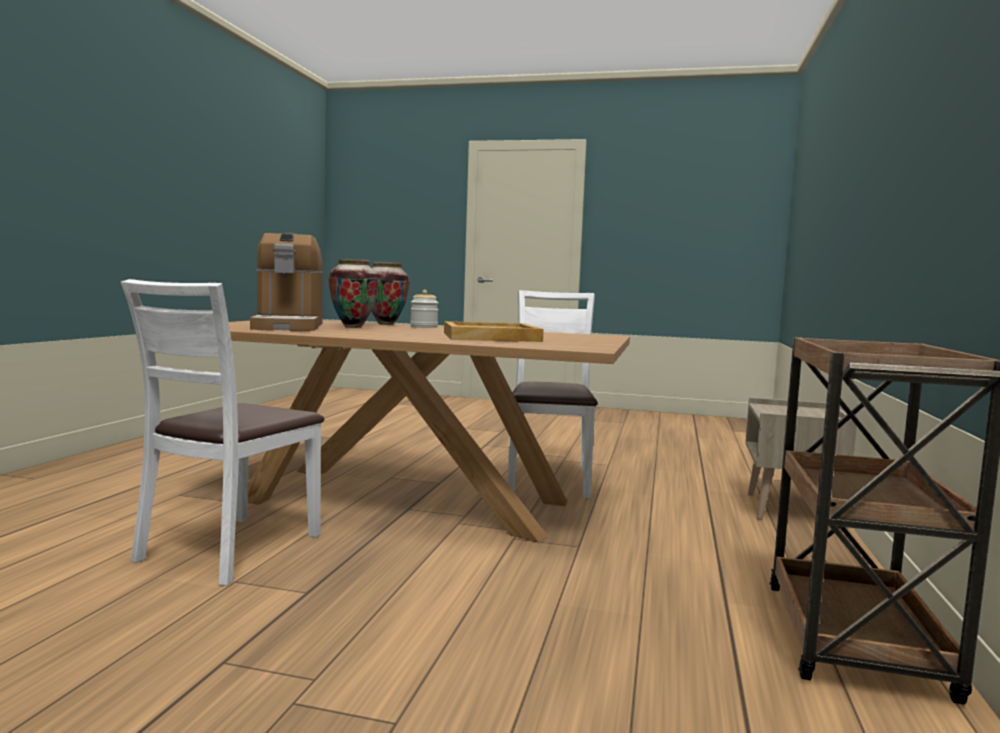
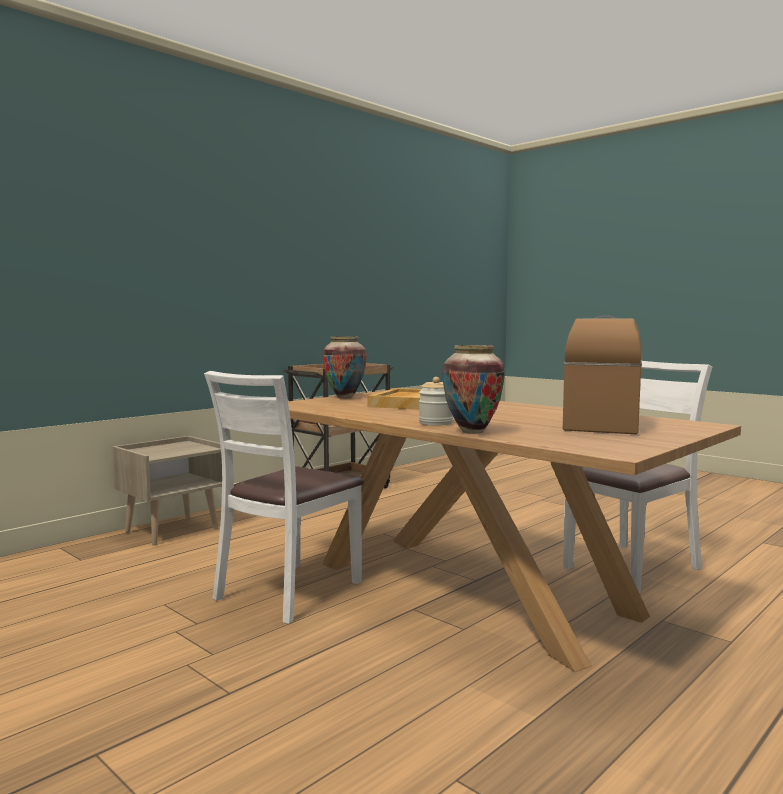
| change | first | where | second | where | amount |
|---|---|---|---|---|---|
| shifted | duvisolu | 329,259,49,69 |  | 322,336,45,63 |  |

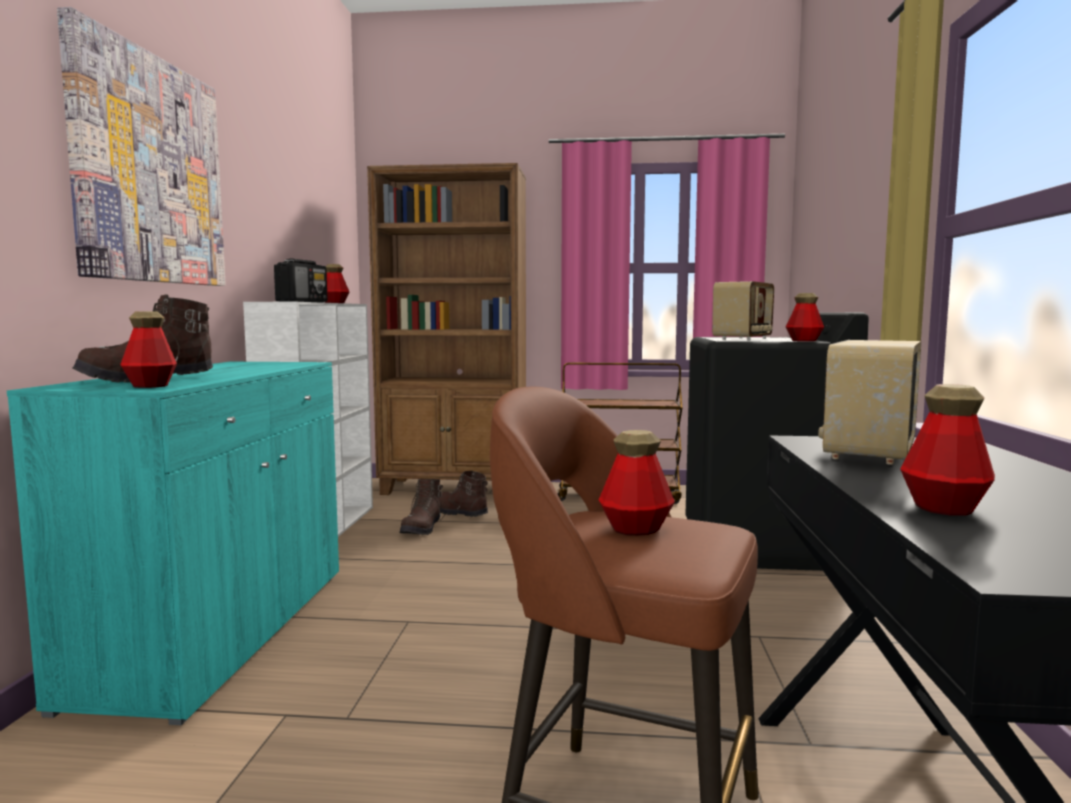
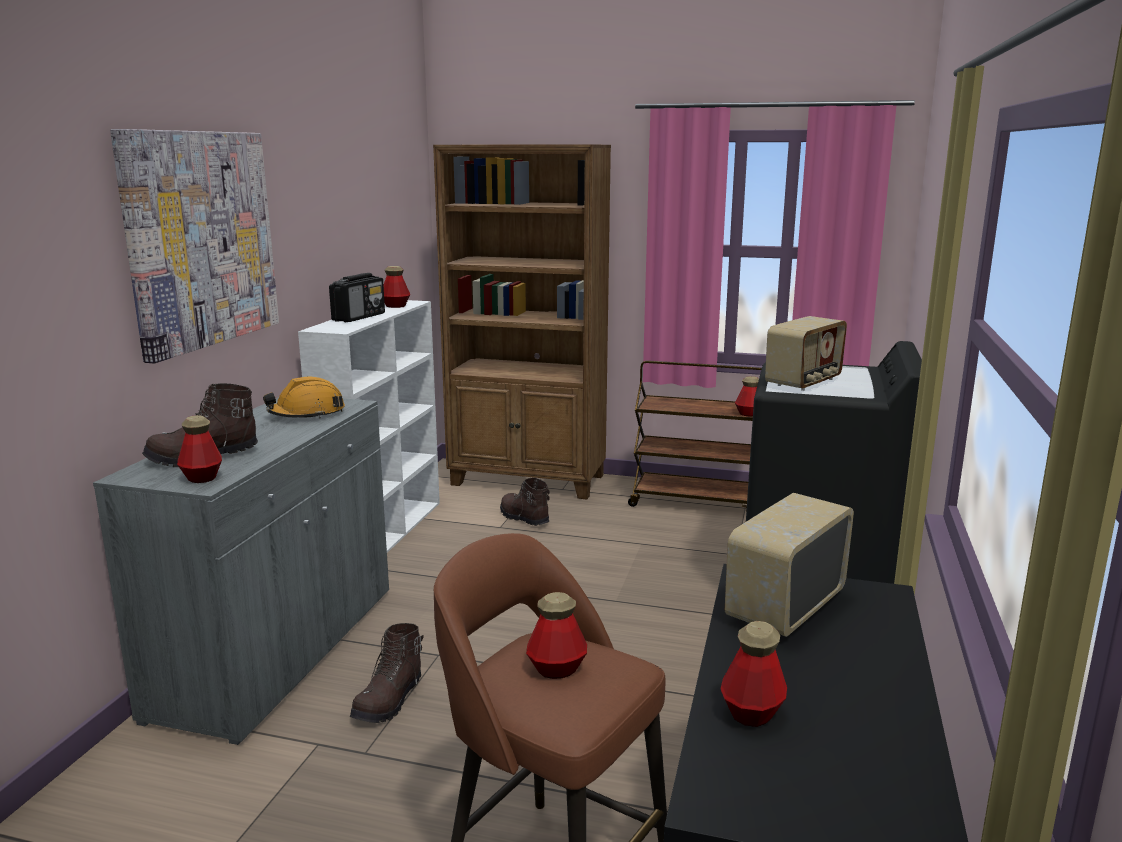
| change | first | where | second | where | amount |
|---|---|---|---|---|---|
| repainted | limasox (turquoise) | 7,362,332,363 | limasox (grey) | 93,397,296,348 |  |
| new |  |  | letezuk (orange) | 263,377,82,41 |  |
| shifted | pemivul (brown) | 399,479,44,56 |  | 350,623,74,100 |  |
| shifted | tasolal | 786,293,38,49 |  | 735,376,24,40 |  |

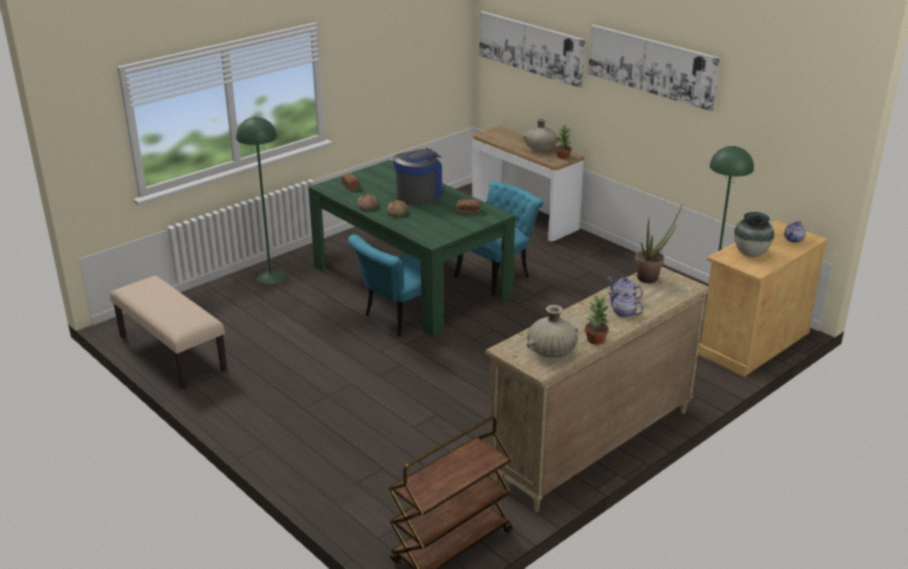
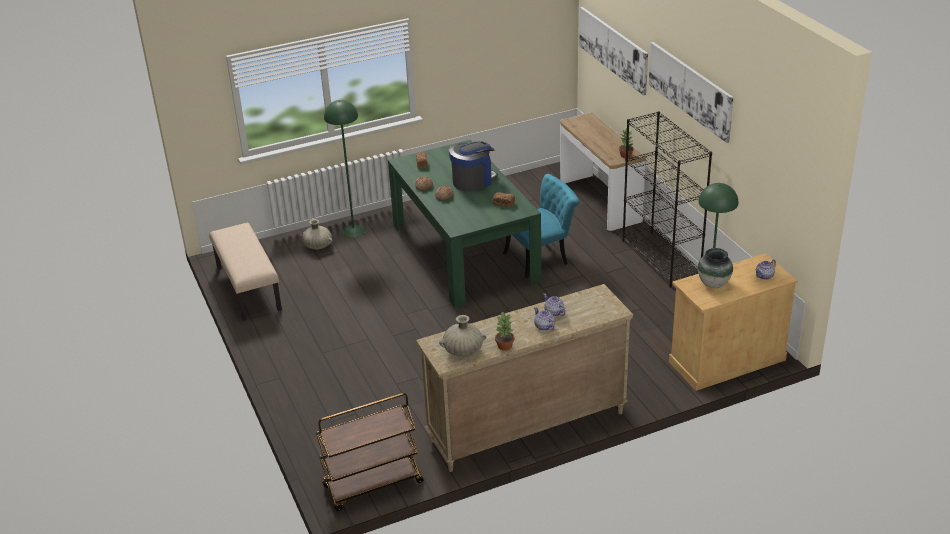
| change | first | where | second | where | amount |
|---|---|---|---|---|---|
| shifted | duvisolu (beige) | 522,117,38,34 |  | 302,219,31,30 |  |
| new |  |  | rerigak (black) | 622,111,90,177 |  |
| gone | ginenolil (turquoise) | 348,234,97,103 |  |  |  |
| gone | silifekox | 635,204,48,79 |  |  |  |

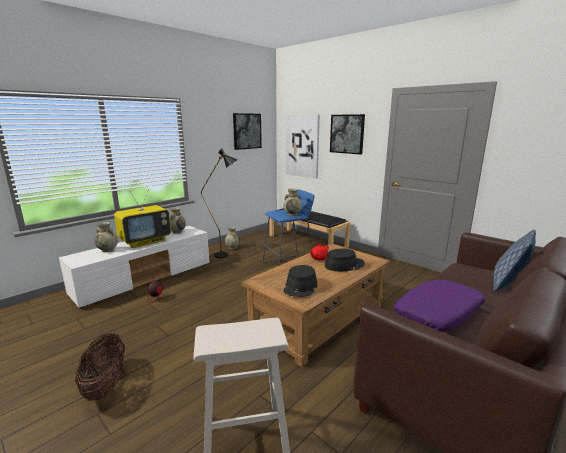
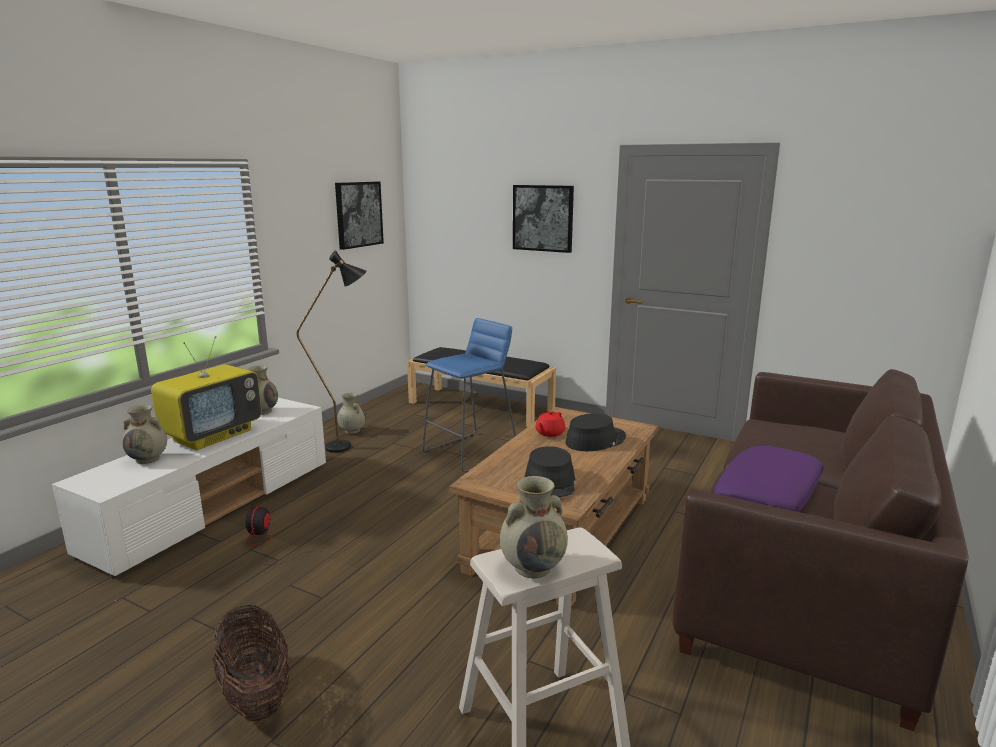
| change | first | where | second | where | amount |
|---|---|---|---|---|---|
| shifted | duvisolu (beige) | 283,189,19,27 |  | 500,476,68,102 |  |
| gone | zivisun | 286,115,34,64 |  |  |  |
| gone | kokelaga | 493,230,43,61 |  |  |  |

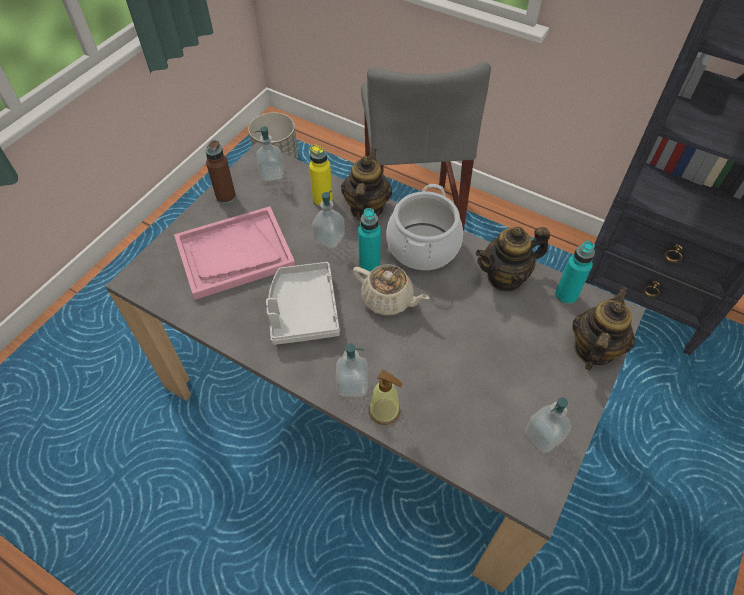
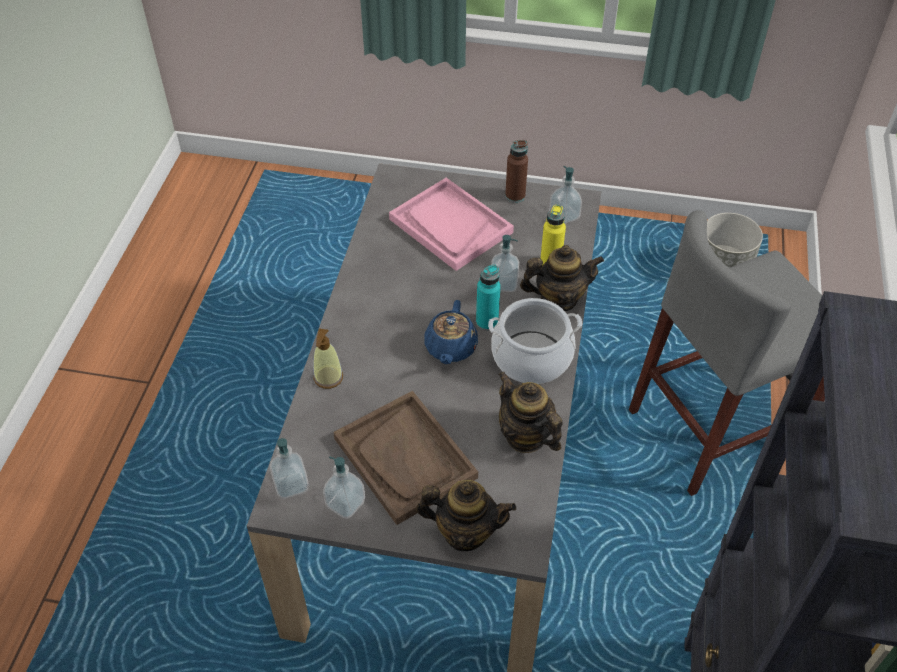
| change | first | where | second | where | amount |
|---|---|---|---|---|---|
| shifted | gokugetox | 336,343,32,53 |  | 270,438,39,61 |  |
| new |  |  | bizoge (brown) | 333,391,145,134 |  |
| repainted | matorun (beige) | 353,264,77,51 | matorun (blue) | 424,300,54,64 |  |
| gone | bizoge (grey) | 266,262,74,83 |  |  |  |
| gone | tasolal (turquoise) | 555,241,40,64 |  |  |  |

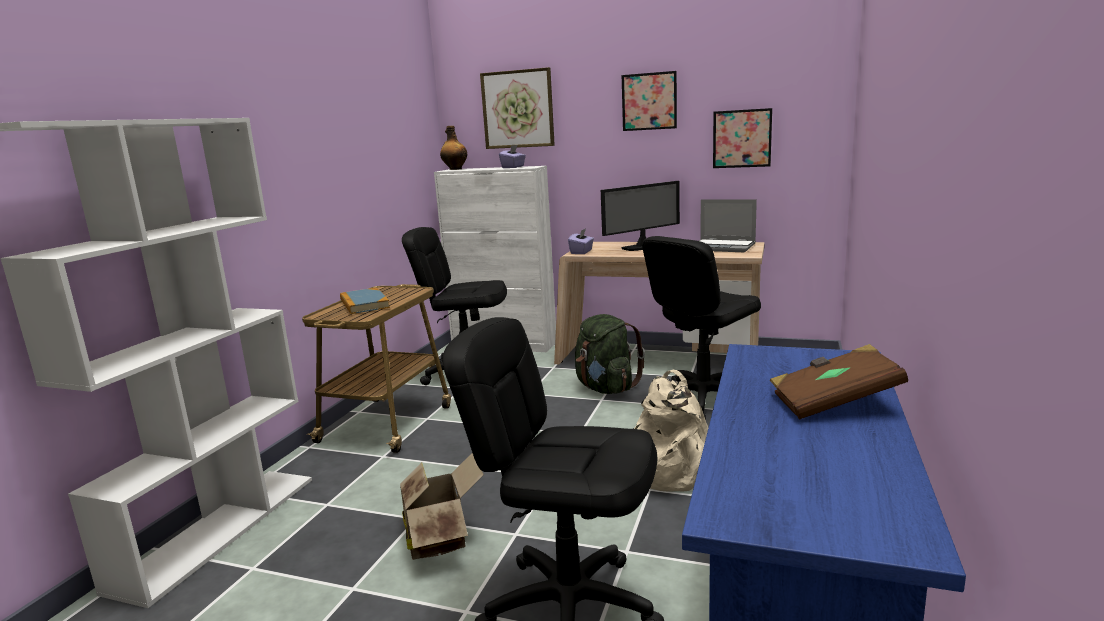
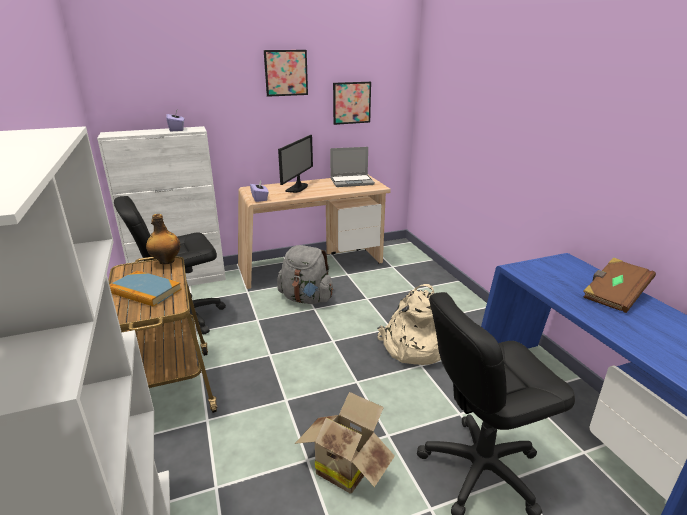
| change | first | where | second | where | amount |
|---|---|---|---|---|---|
| shifted | tasolal | 440,126,27,44 |  | 146,214,34,50 |  |
| repainted | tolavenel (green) | 575,314,70,80 | tolavenel (grey) | 277,245,56,59 |  |
| gone | zivisun | 480,67,75,82 |  |  |  |
| gone | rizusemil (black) | 642,236,119,184 |  |  |  |

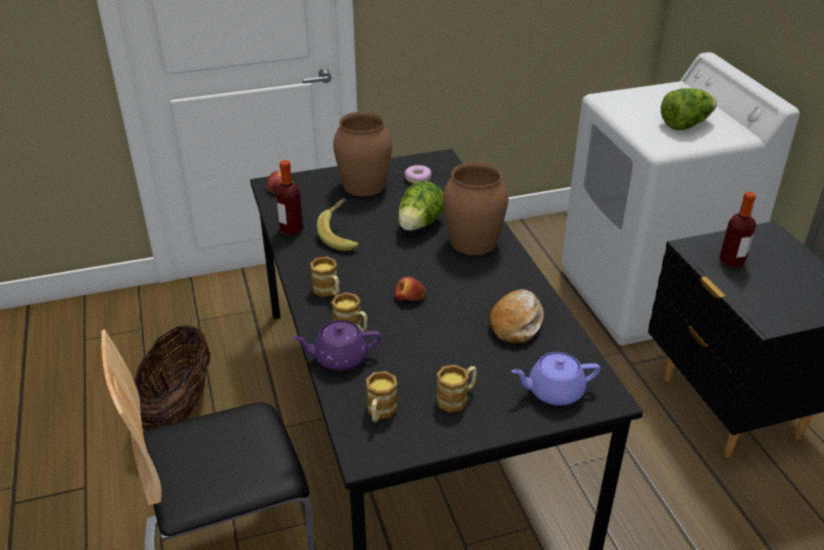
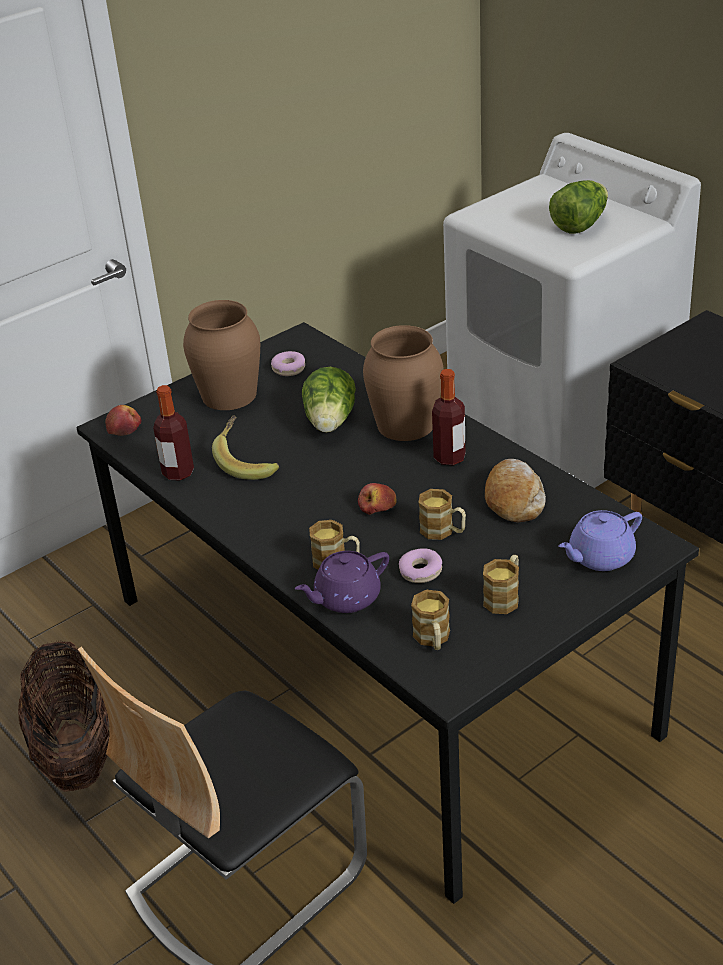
| change | first | where | second | where | amount |
|---|---|---|---|---|---|
| new |  |  | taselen | 399,548,43,35 |  |
| shifted | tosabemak | 310,256,29,41 |  | 418,489,48,51 |  |
| shifted | tasolal | 719,192,37,76 |  | 432,369,33,96 |  |

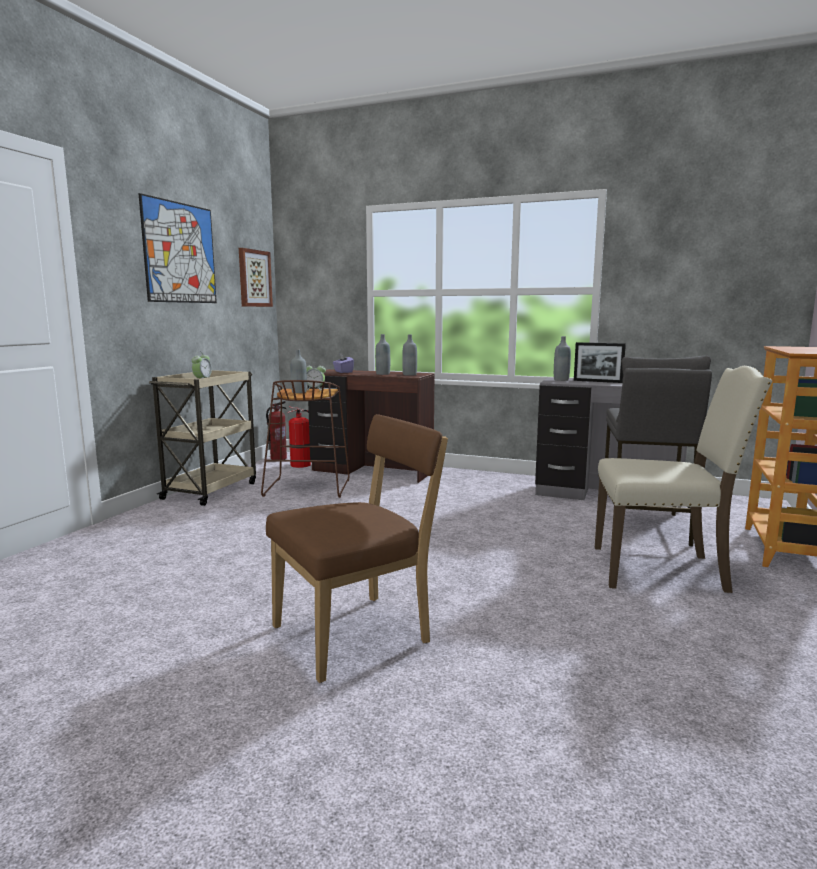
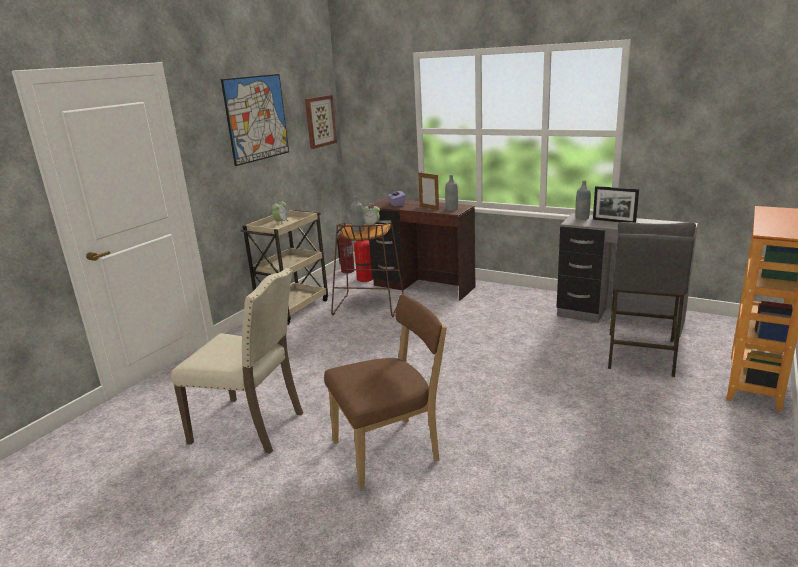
| change | first | where | second | where | amount |
|---|---|---|---|---|---|
| shifted | ginenolil (beige) | 595,366,178,227 |  | 170,268,133,186 |  |
| swapped | tasolal (grey) | 375,334,15,41 | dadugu | 418,172,21,38 |  |

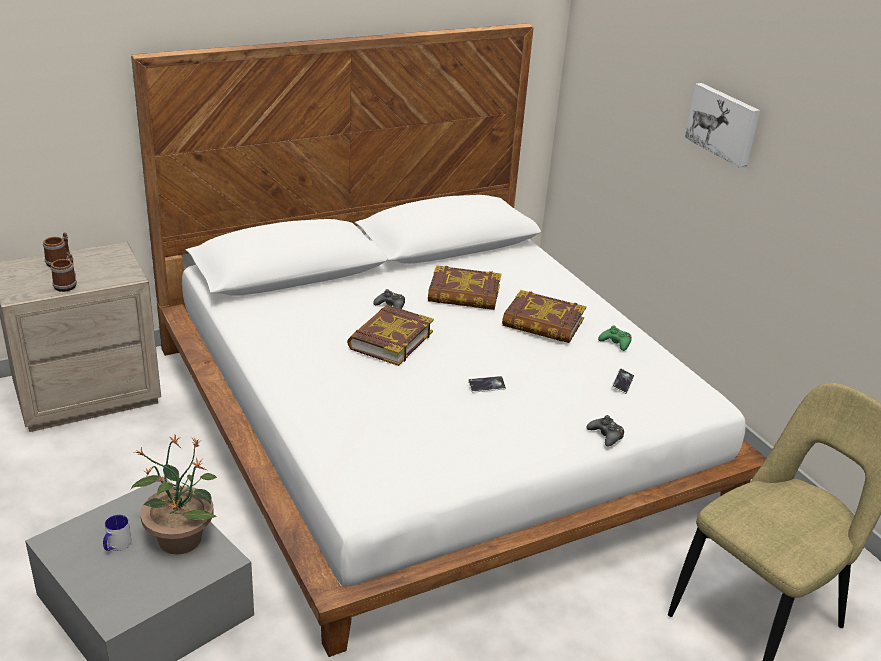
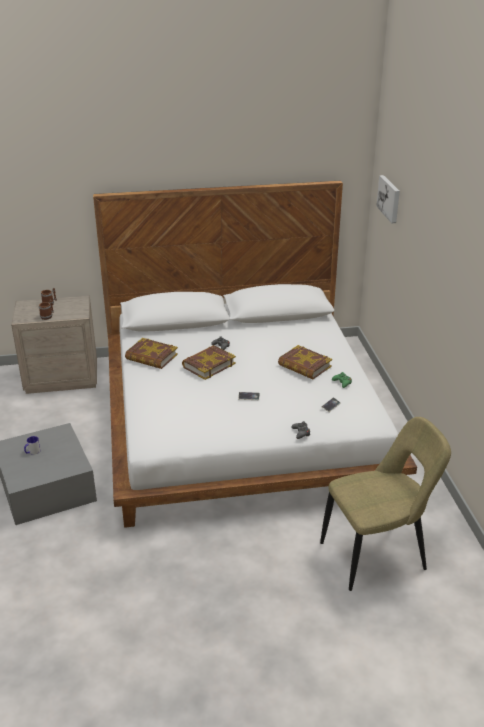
| change | first | where | second | where | amount |
|---|---|---|---|---|---|
| shifted | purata | 428,265,73,45 |  | 125,338,53,31 |  |
| shifted | zivisun | 685,83,75,85 |  | 376,175,24,48 |  |
| gone | silifekox | 131,435,86,119 |  |  |  |

